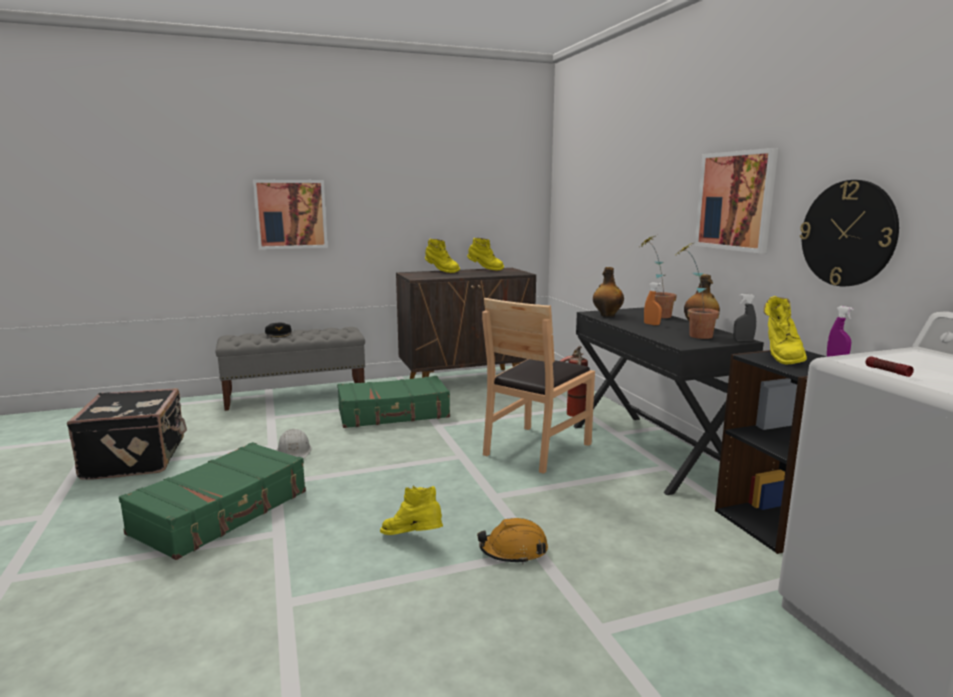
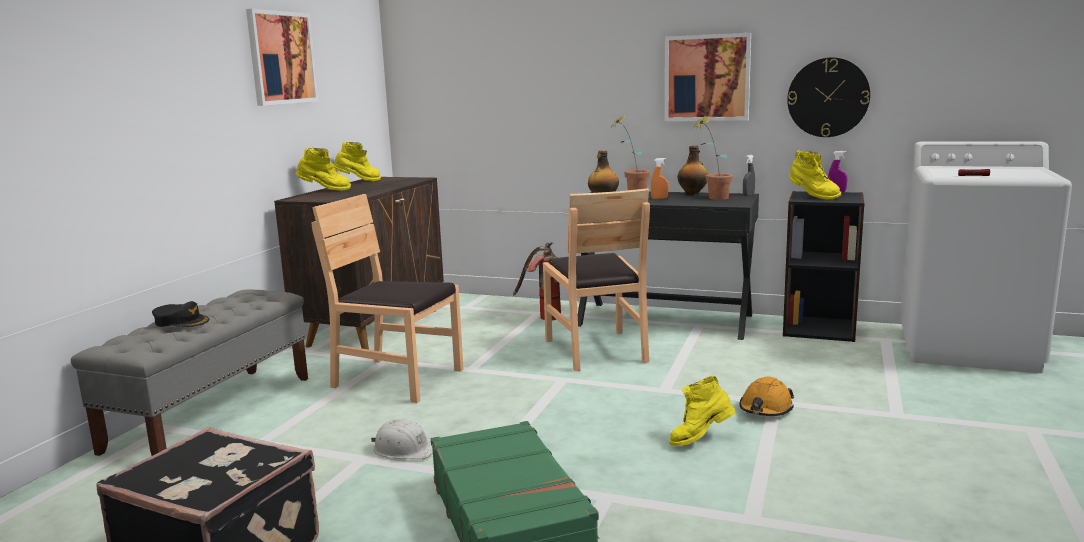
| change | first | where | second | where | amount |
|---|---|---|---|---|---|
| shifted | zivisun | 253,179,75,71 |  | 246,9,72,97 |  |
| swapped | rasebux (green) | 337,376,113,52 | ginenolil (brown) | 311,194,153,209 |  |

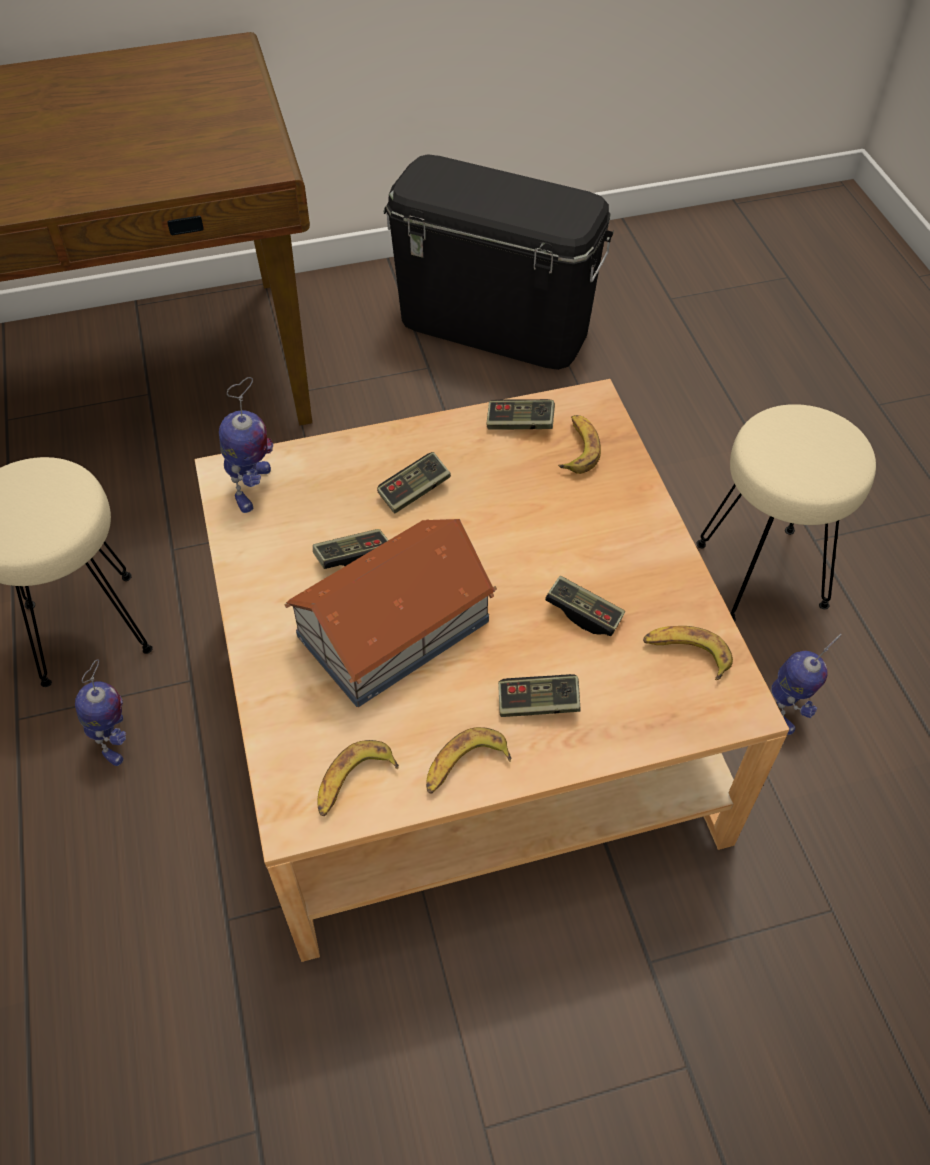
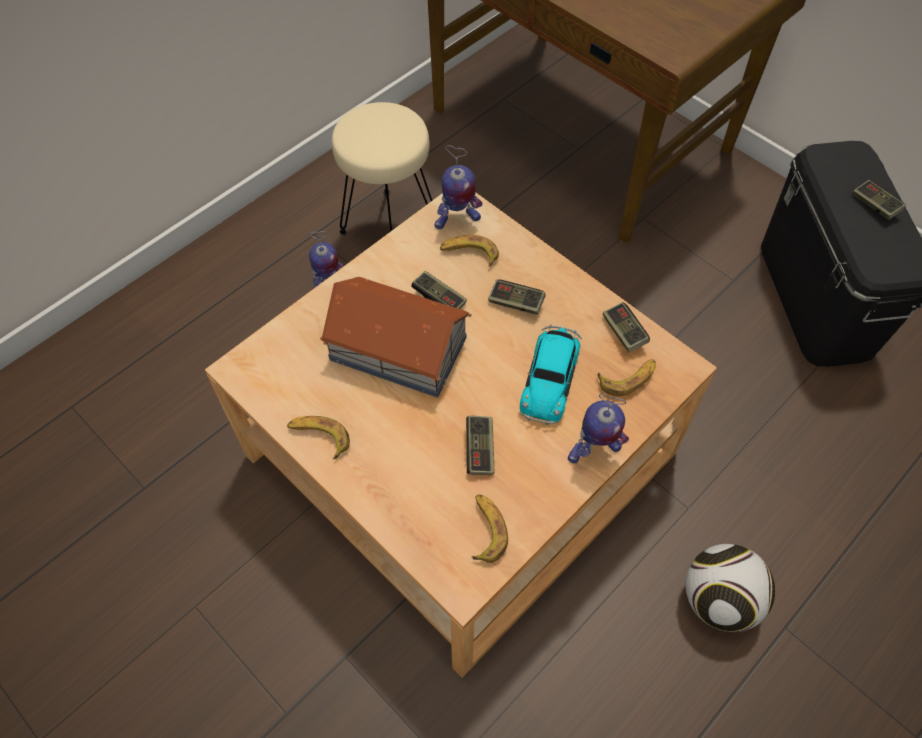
| change | first | where | second | where | amount |
|---|---|---|---|---|---|
| shifted | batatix | 317,740,82,76 |  | 440,235,59,32 |  |
| new |  |  | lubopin | 520,324,62,101 |  |
| shifted | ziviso | 771,634,71,101 |  | 568,394,61,70 |  |
| swapped | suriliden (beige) | 696,404,180,218 | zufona | 685,544,90,88 |  |
| shifted | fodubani | 498,674,83,43 |  | 853,180,53,40 |  |

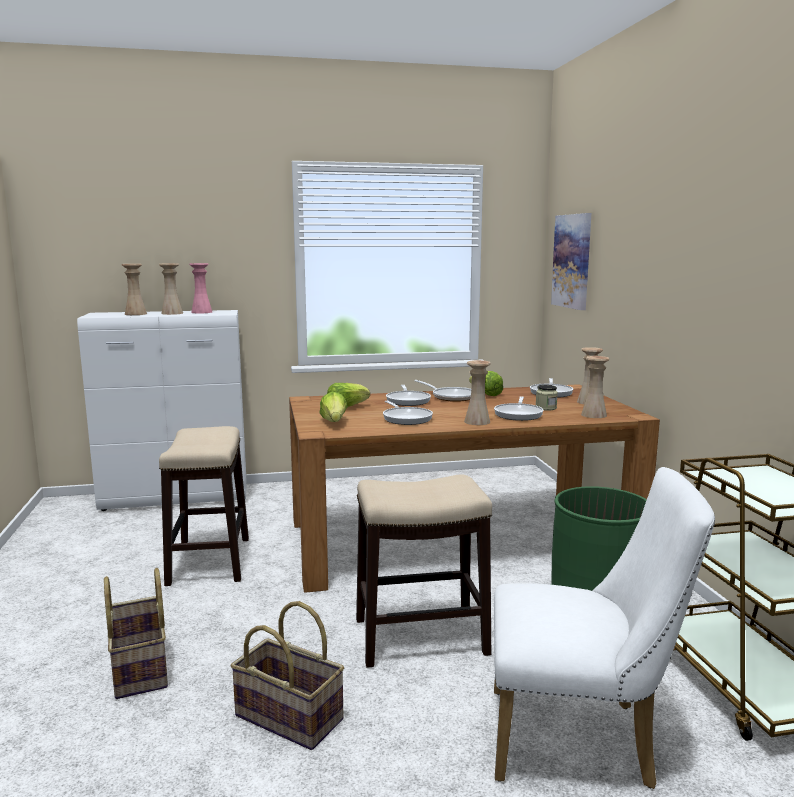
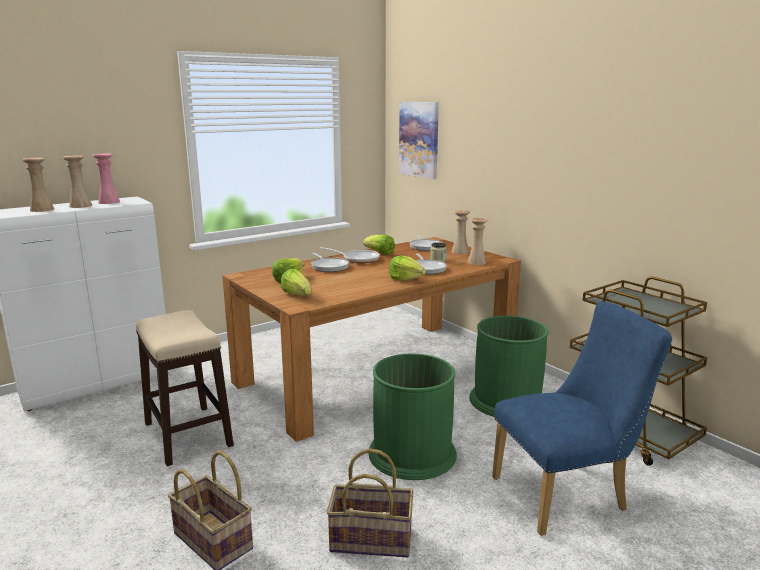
| change | first | where | second | where | amount |
|---|---|---|---|---|---|
| swapped | suriliden | 356,474,136,194 | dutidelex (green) | 368,353,89,127 |  |
| swapped | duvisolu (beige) | 464,360,27,65 | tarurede | 389,255,37,26 |  |
| repainted | ginenolil (white) | 494,467,221,322 | ginenolil (blue) | 492,301,181,235 |  |
| gone | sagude | 383,401,50,24 |  |  |  |

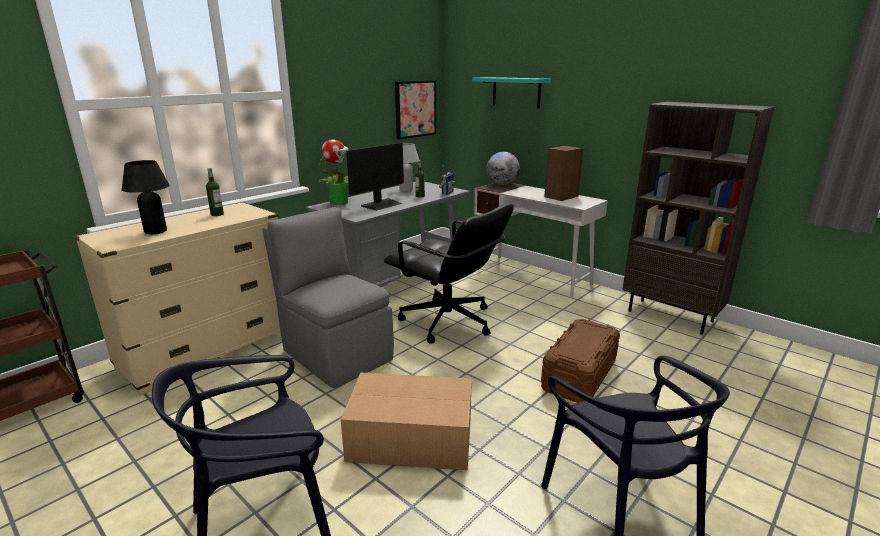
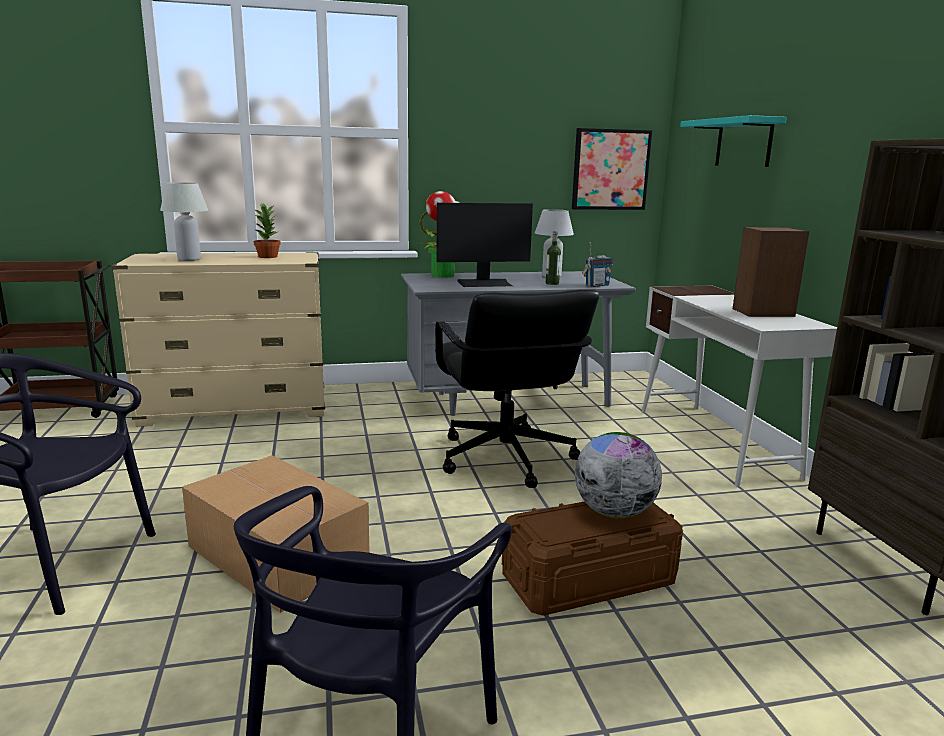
| change | first | where | second | where | amount |
|---|---|---|---|---|---|
| repainted | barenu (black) | 122,160,48,74 | barenu (white) | 160,183,48,78 |  |
| swapped | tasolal | 206,168,18,48 | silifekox | 254,202,27,56 |  |
| shifted | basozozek | 486,152,34,33 |  | 575,432,87,86 |  |
| gone | ginenolil (grey) | 262,207,132,181 |  |  |  |

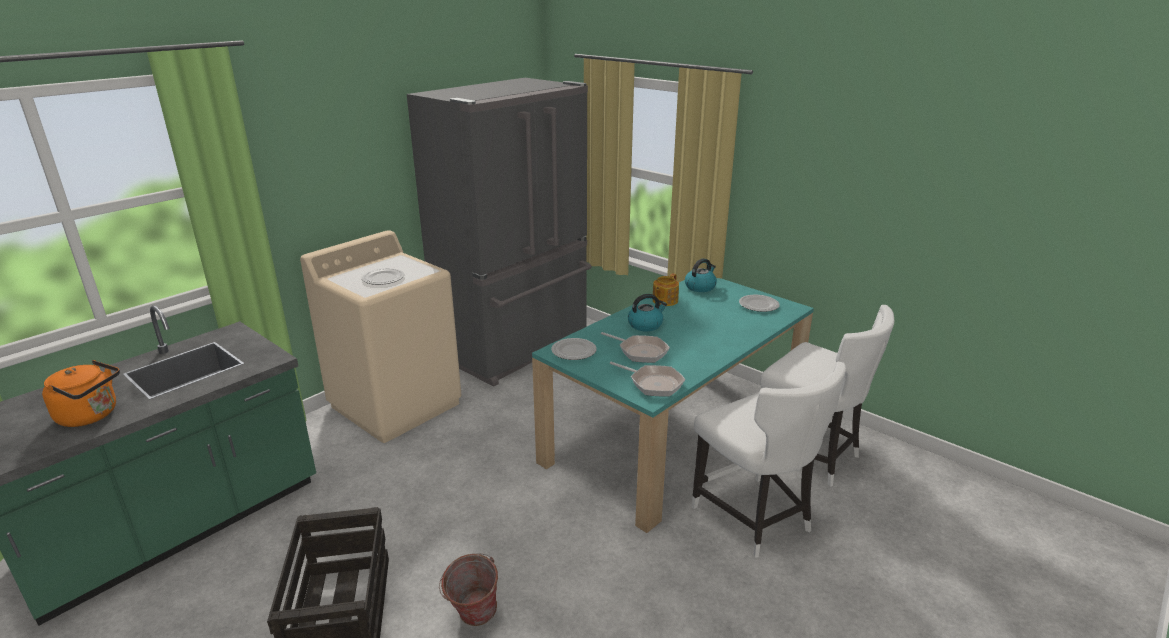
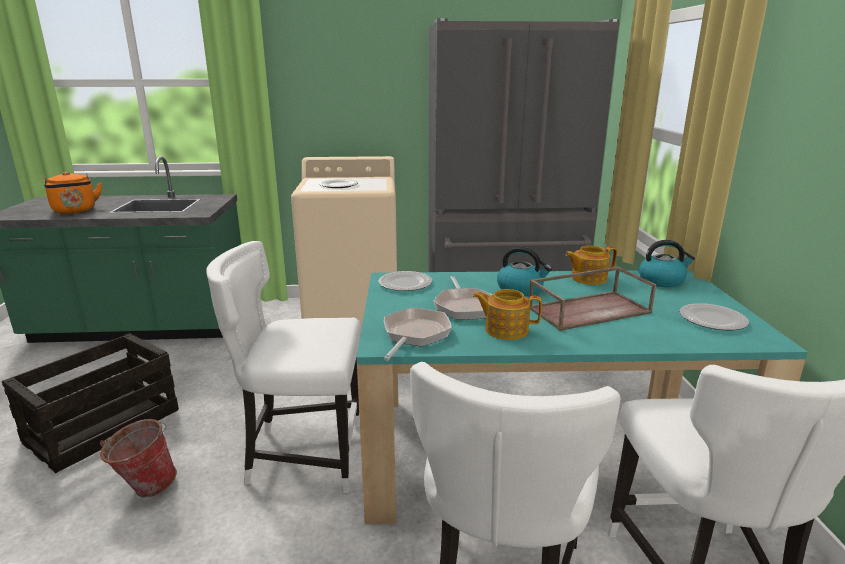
| change | first | where | second | where | amount |
|---|---|---|---|---|---|
| new |  |  | ginenolil (white) | 206,241,155,252 |  |
| rotated | sagude | 610,362,76,35 |  | 384,308,68,53 | 150 degrees counterclockwise |
| new |  |  | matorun | 473,289,69,51 |  |
| new |  |  | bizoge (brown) | 529,267,127,64 |  |

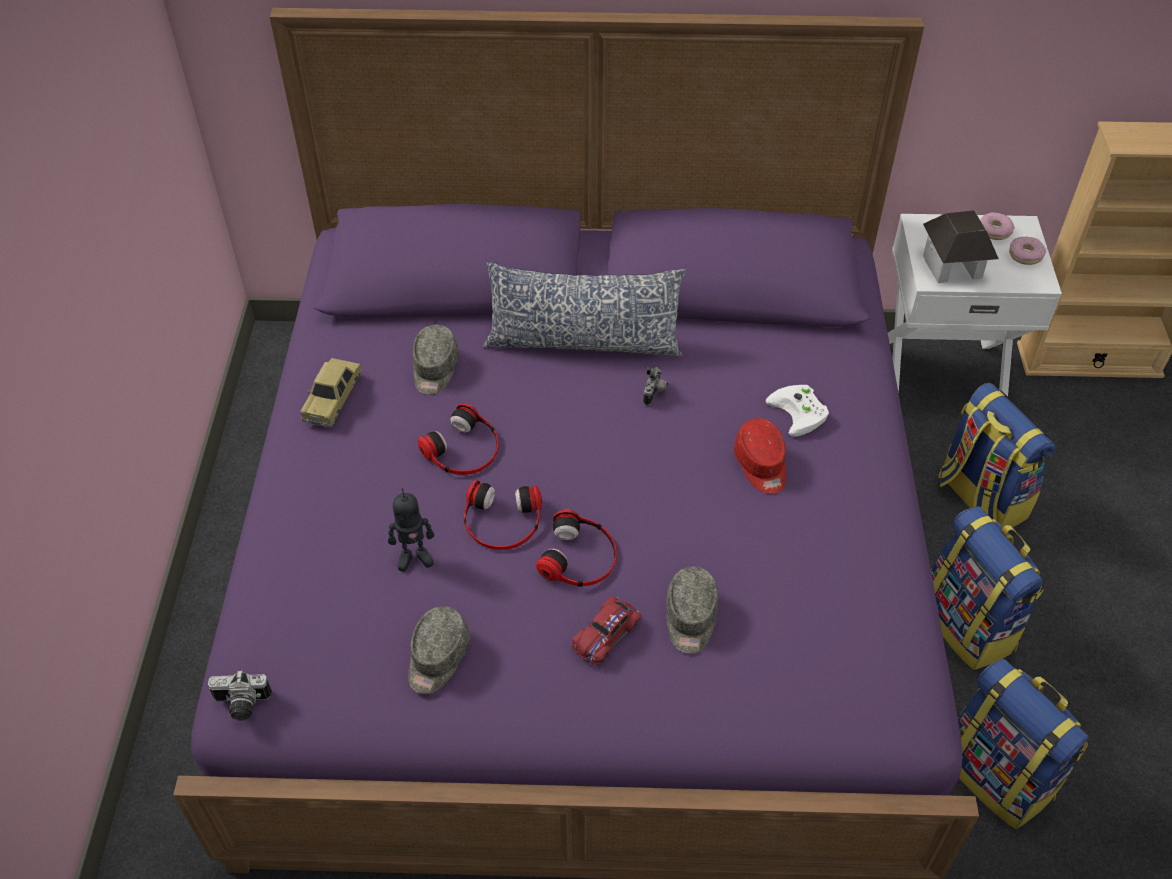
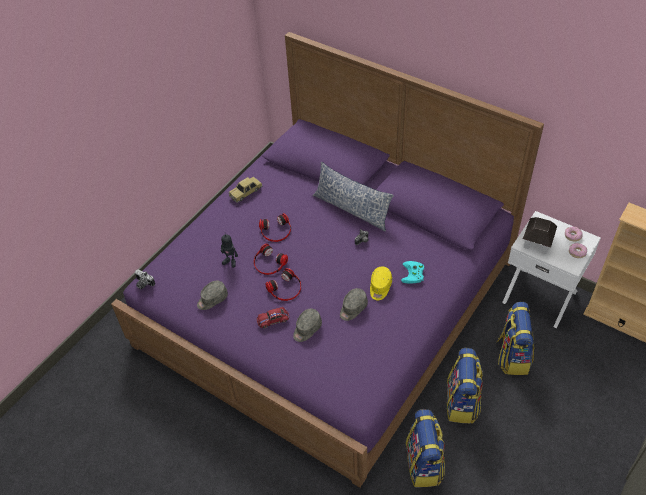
| change | first | where | second | where | amount |
|---|---|---|---|---|---|
| shifted | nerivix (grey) | 413,325,46,70 |  | 340,288,28,33 |  |
| repainted | nerivix (red) | 734,418,52,76 | nerivix (yellow) | 370,267,22,33 |  |
| repainted | fodubani (white) | 766,385,63,52 | fodubani (turquoise) | 401,261,23,23 |  |

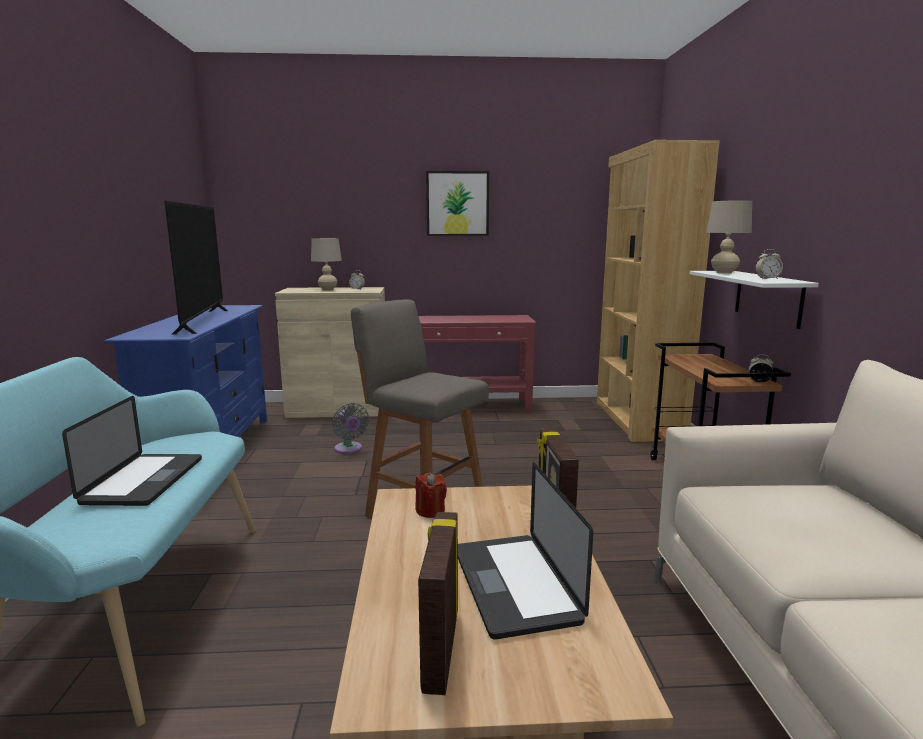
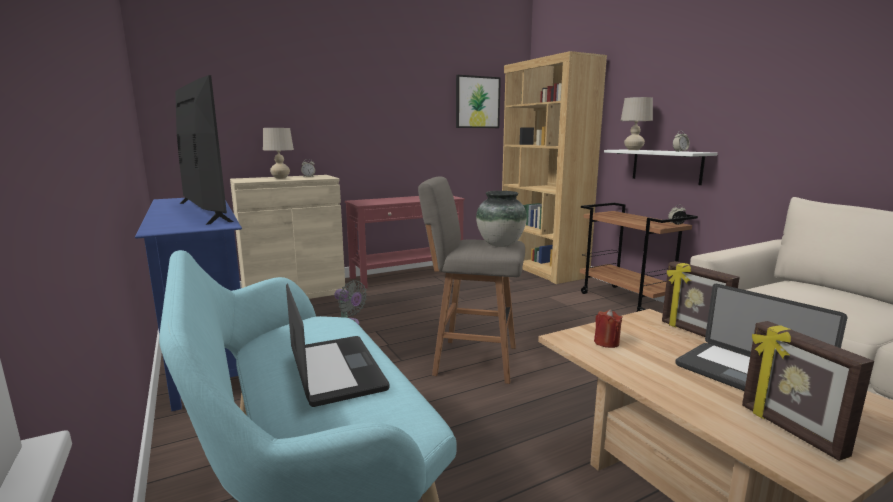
| change | first | where | second | where | amount |
|---|---|---|---|---|---|
| shifted | zivisun | 426,171,63,65 |  | 456,75,45,53 |  |
| new |  |  | duvisolu | 476,191,51,56 |  |

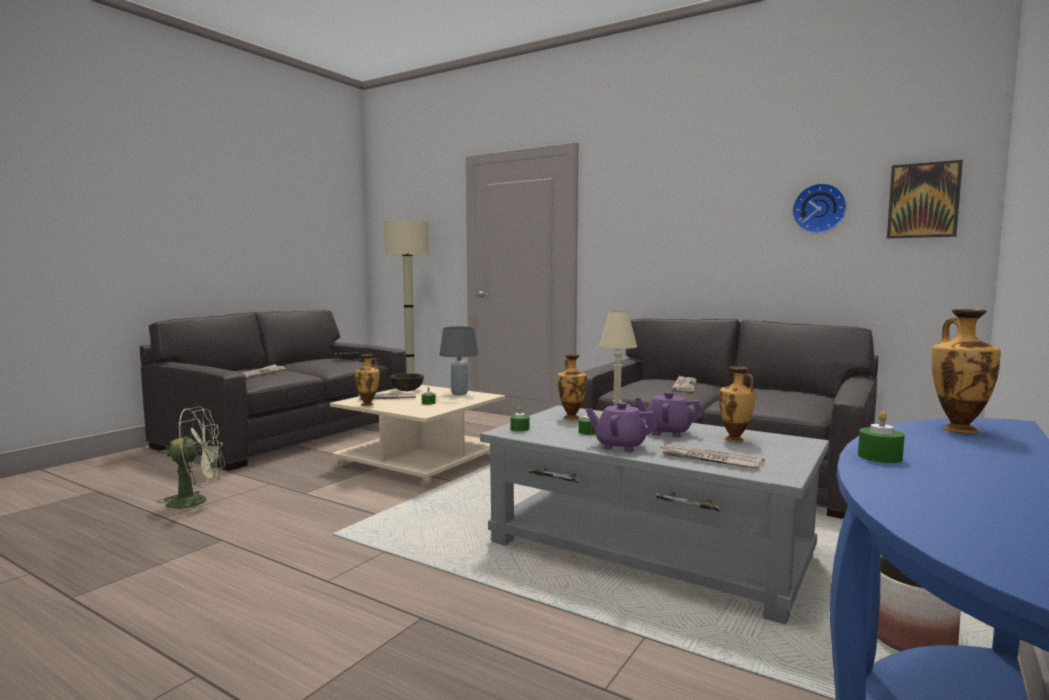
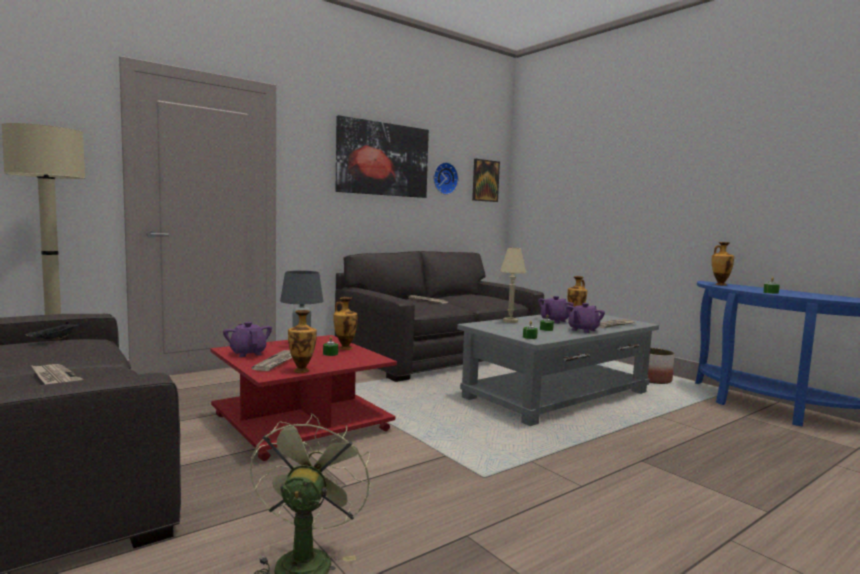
| change | first | where | second | where | amount |
|---|---|---|---|---|---|
| repainted | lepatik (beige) | 330,385,175,102 | lepatik (red) | 211,335,186,126 |  |
| swapped | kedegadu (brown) | 390,373,34,18 | matorun (purple) | 223,322,49,35 |  |
| shifted | duvisolu | 557,354,30,66 |  | 333,297,25,53 |  |
| new |  |  | zivisun | 335,115,94,83 |  |

